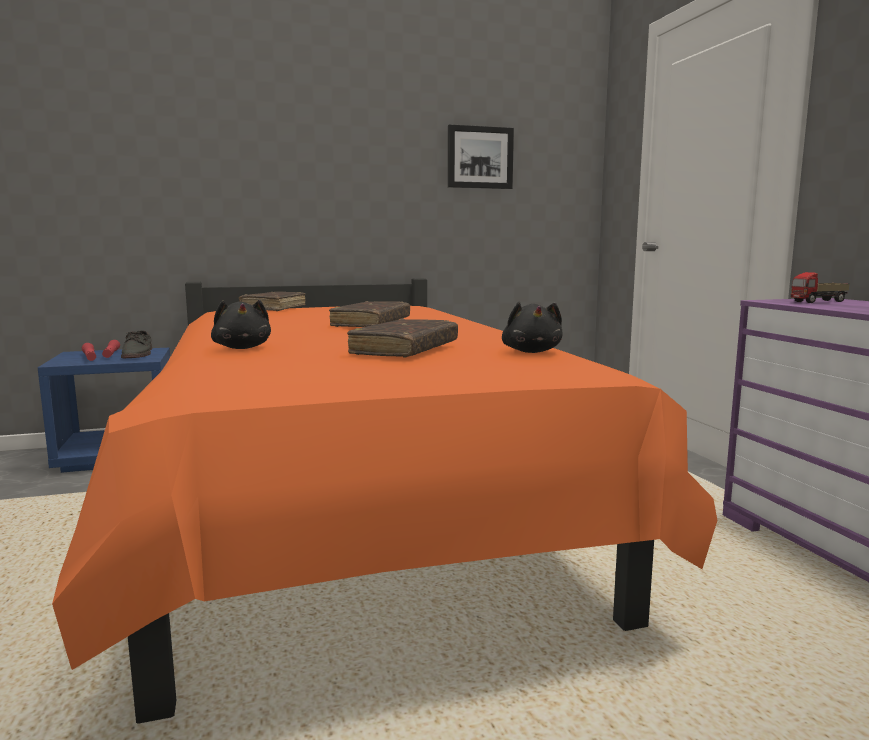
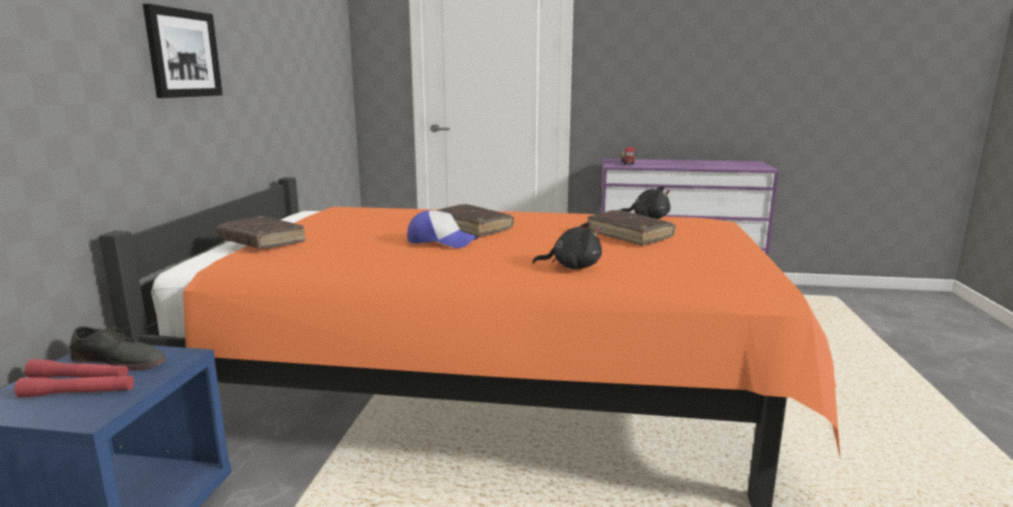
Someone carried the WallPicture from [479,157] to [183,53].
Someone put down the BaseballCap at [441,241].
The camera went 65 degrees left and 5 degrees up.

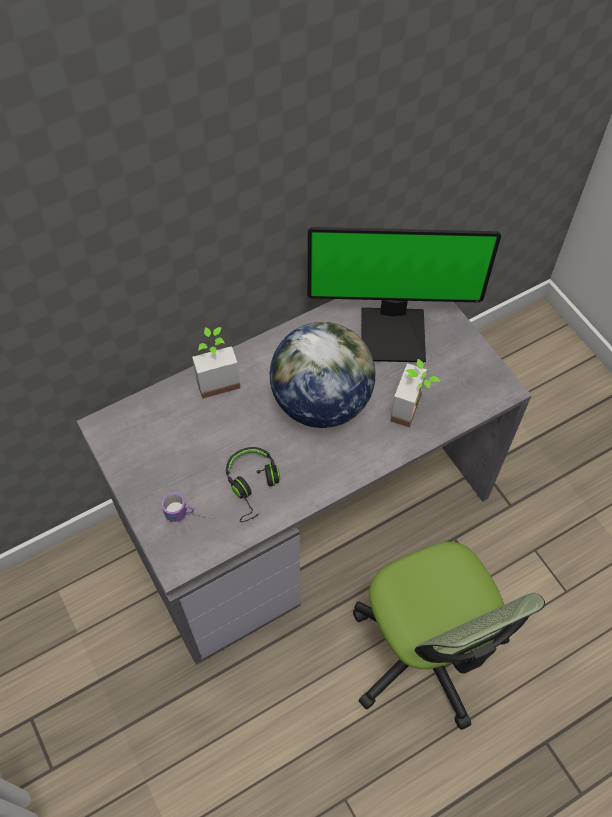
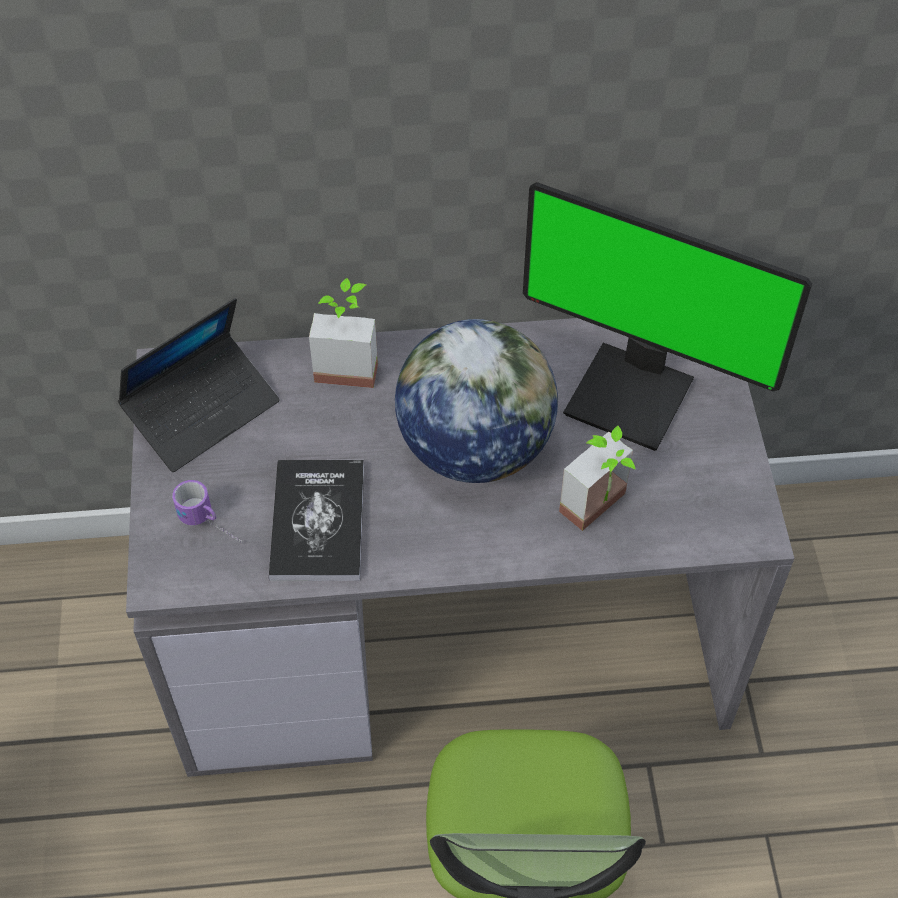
Someone swapped the BlackHeadset at [253,485] for the BoundBook at [318,521].
Someone put down the Laptop at [202,411].
The camera went 25 degrees right and 5 degrees down.

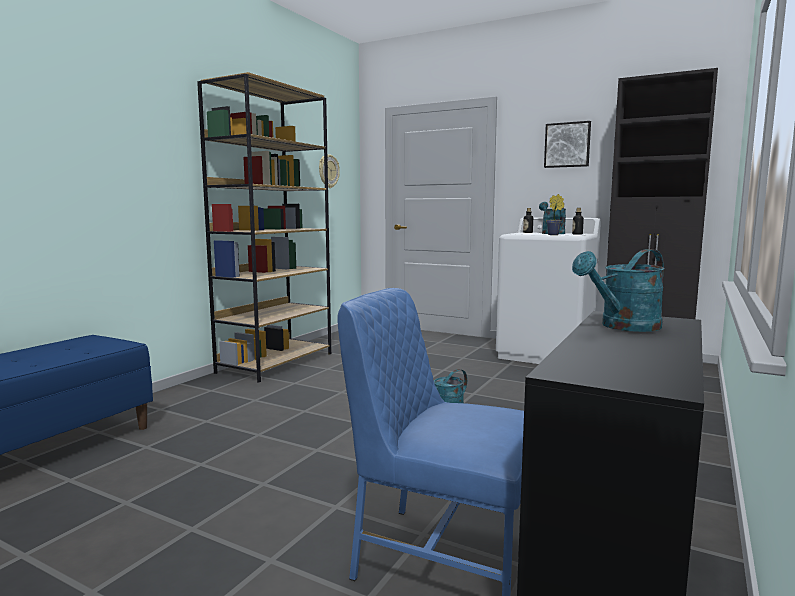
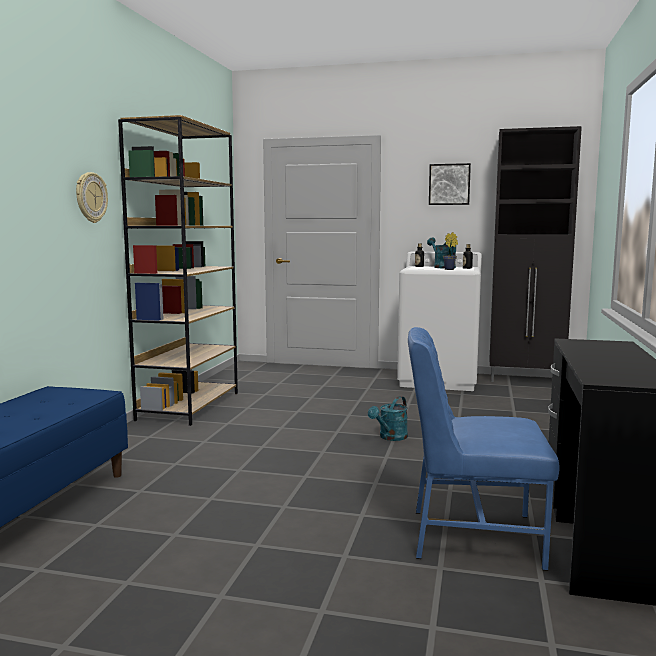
Someone carried the HangingClock from [328,171] to [90,197].
Someone took away the TurquoiseColouredWateringPot at [623,327].
The camera went 15 degrees left and 0 degrees up.

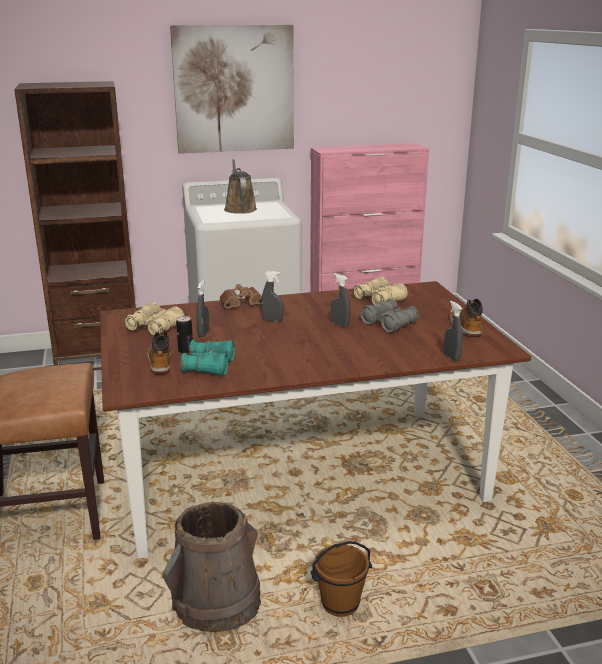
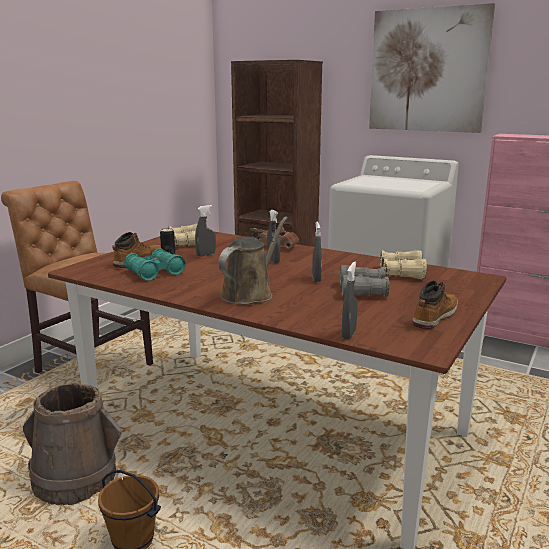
Someone carried the BrownColouredWateringPot from [239,208] to [250,294].
The camera went 45 degrees right and 5 degrees down.

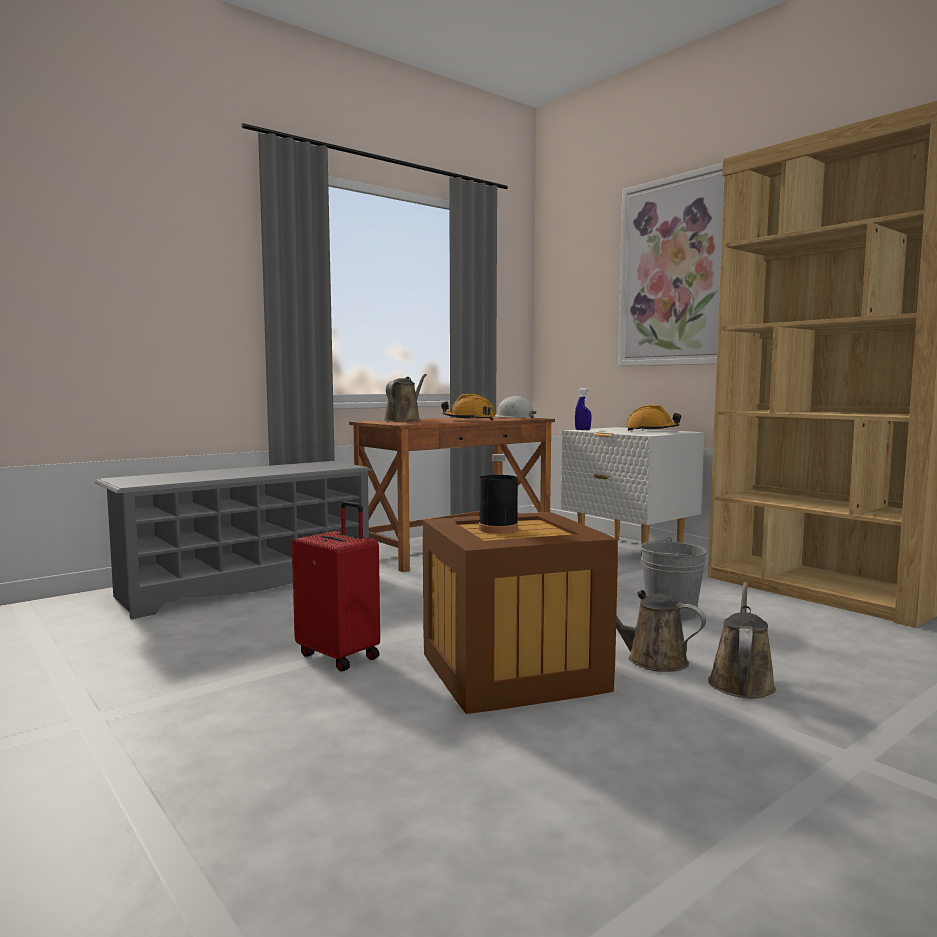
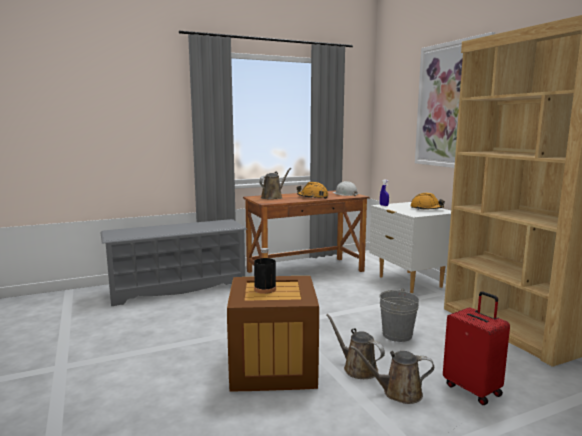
Someone carried the RedColouredTravelCase from [340,655] to [473,389].
Someone rotated the BrownColouredWateringPot at [741,682] by 120 degrees counterclockwise.
The camera went 15 degrees right and 5 degrees up.

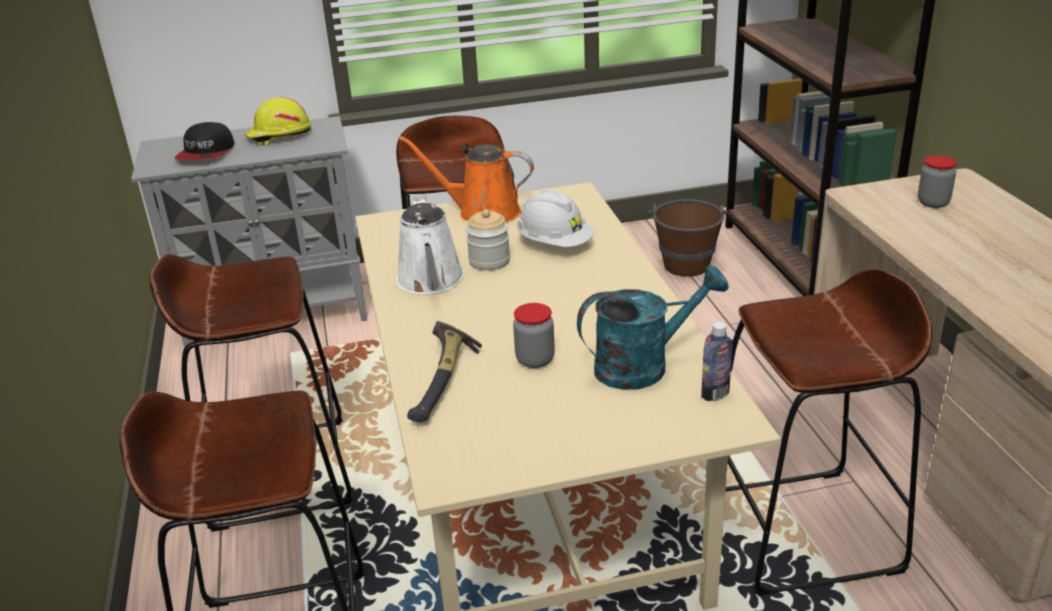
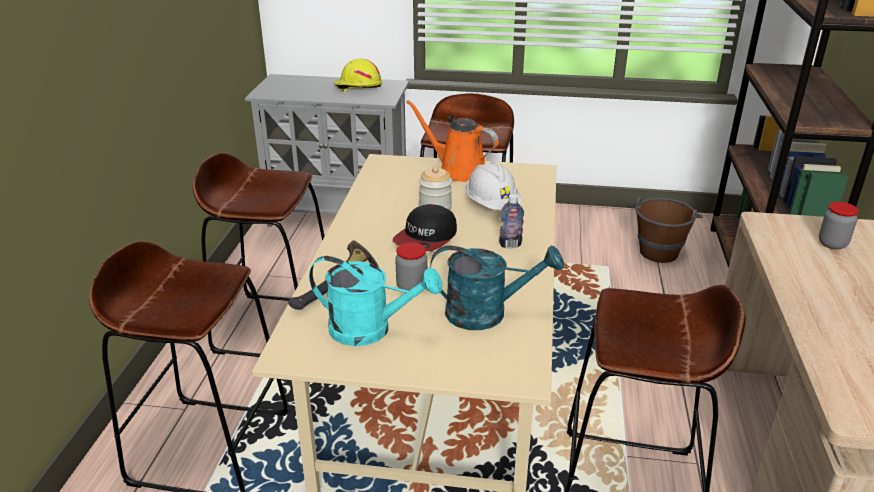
Someone carried the BaseballCap from [207,153] to [426,238].
Someone took away the WhiteWateringPot at [431,281].
Someone carried the Bottle from [715,394] to [510,245].
Someone put down the TurquoiseColouredWateringPot at [371,330].
The camera went 20 degrees right and 0 degrees up.

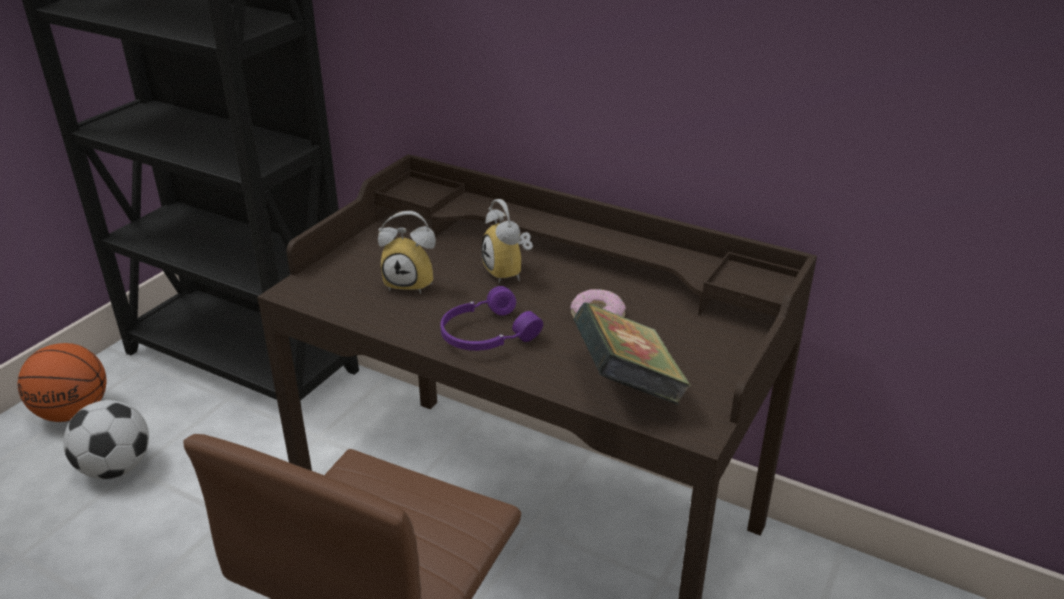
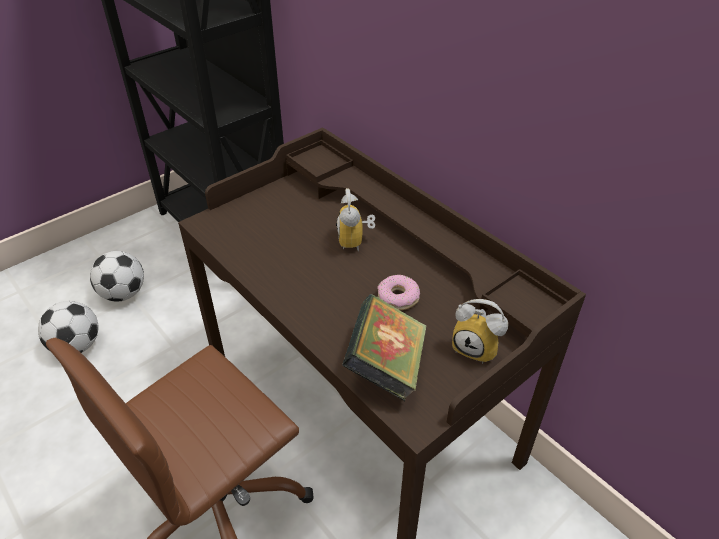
Someone carried the BedsideClock from [412,283] to [477,348].
Someone took away the PurpleHeadset at [486,334].
Someone took away the Basketball at [74,412].
Someone put down the BallForFootball at [77,346].
The camera went 20 degrees right and 10 degrees up.

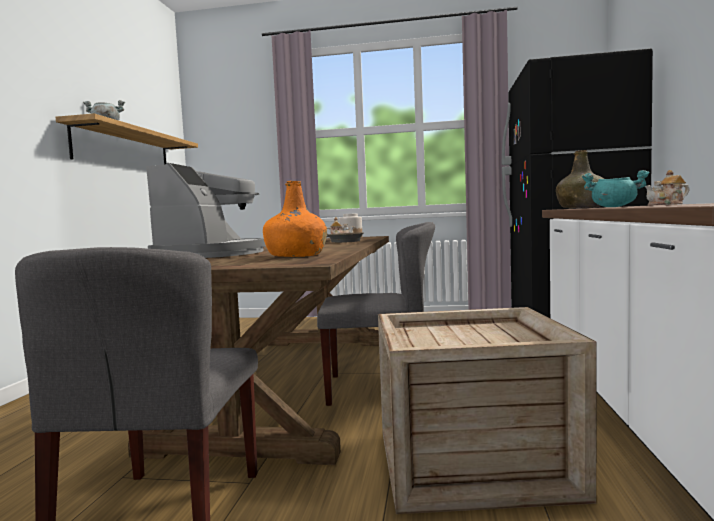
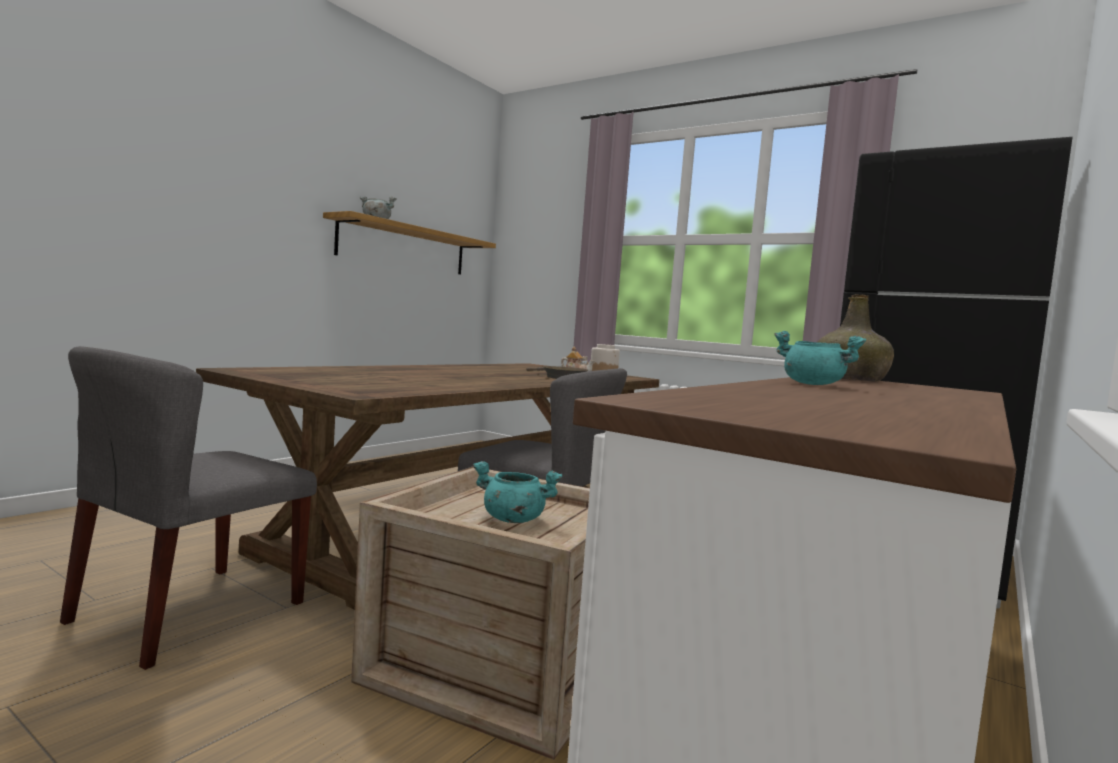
Someone took away the CoffeeMachine at [212,254].
Someone took away the PotForTea at [667,204].
Someone took away the OrangeBottle at [296,255].
Someone put down the TurquoiseColouredSaucepot at [512,519].
The camera went 25 degrees right and 0 degrees up.

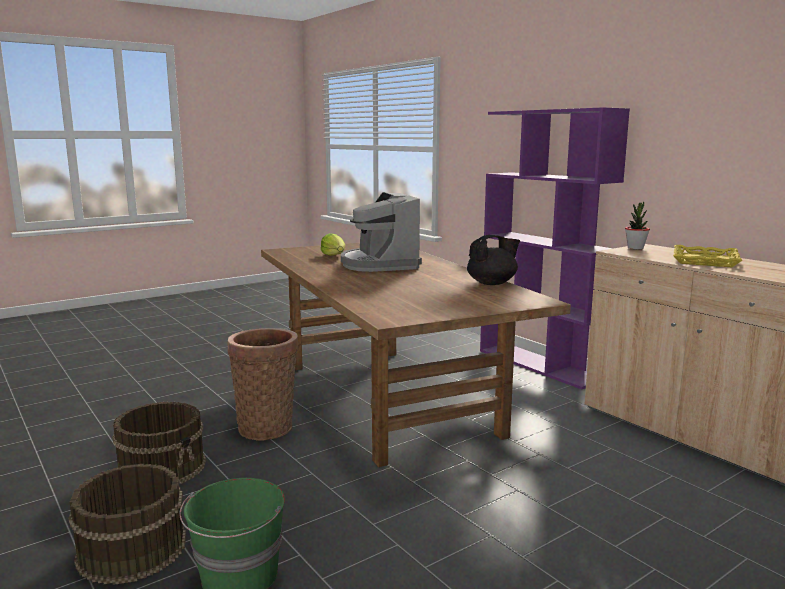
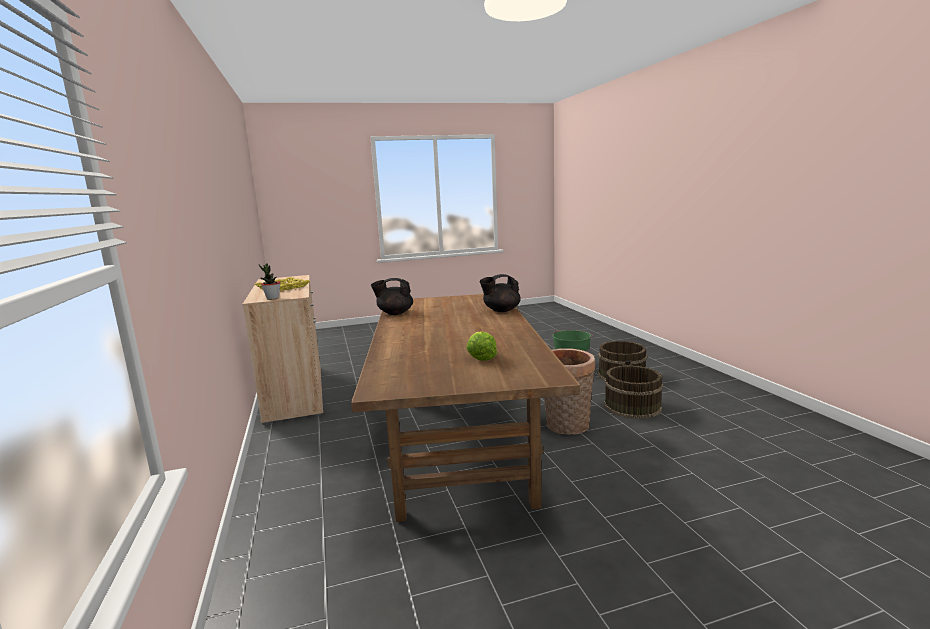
Someone took away the PurpleBookcase at [540,365].
Someone took away the CoffeeMachine at [379,264].
Someone put down the BlackPotForTea at [501,310].
The camera went 160 degrees left and 0 degrees up.

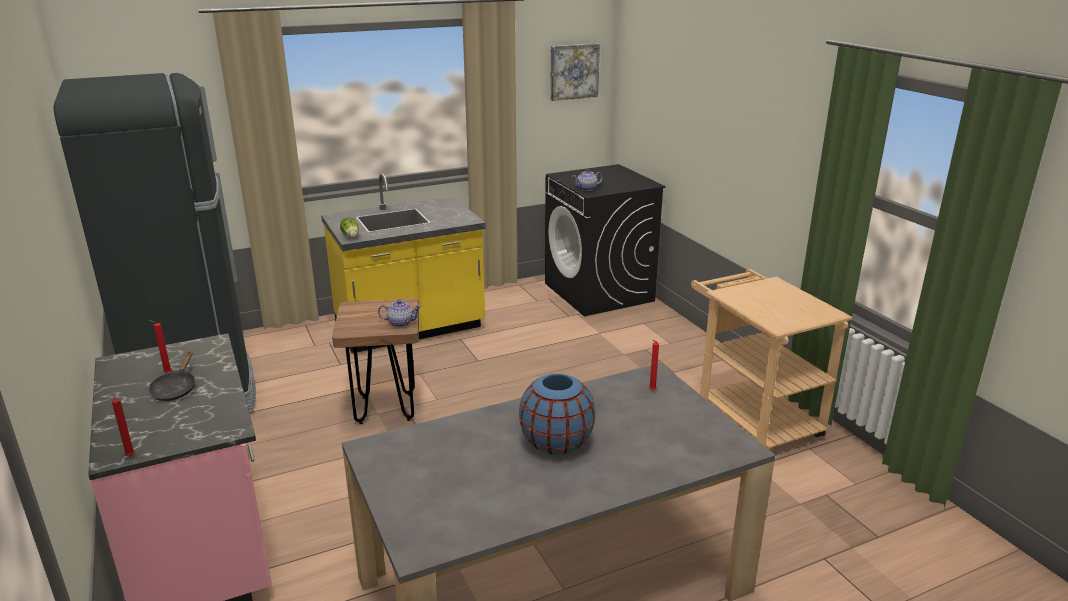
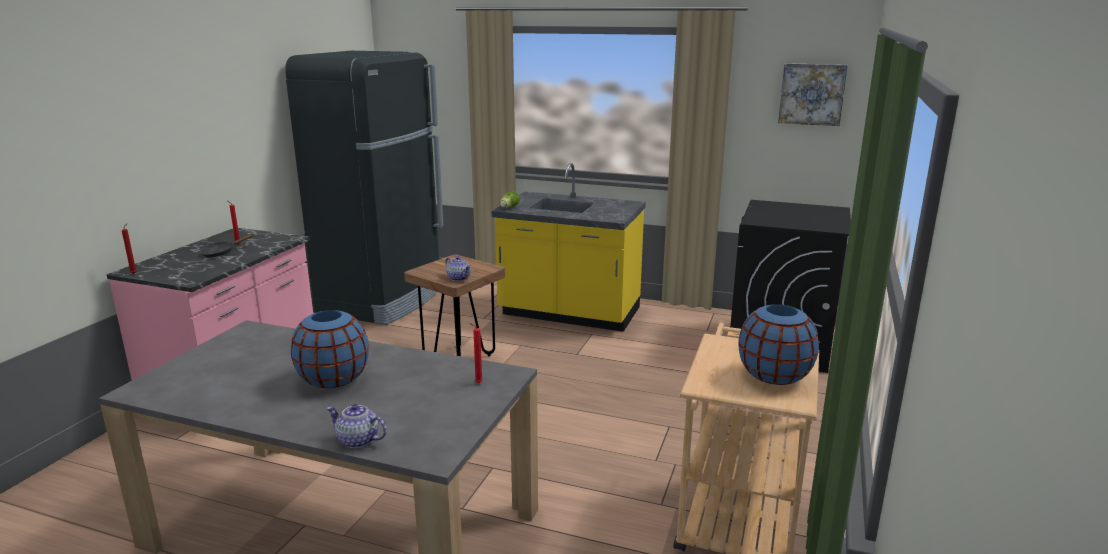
Someone carried the PotForTea from [587,189] to [358,441].
Someone put down the BlueVase at [774,376].
The camera went 45 degrees right and 5 degrees down.

